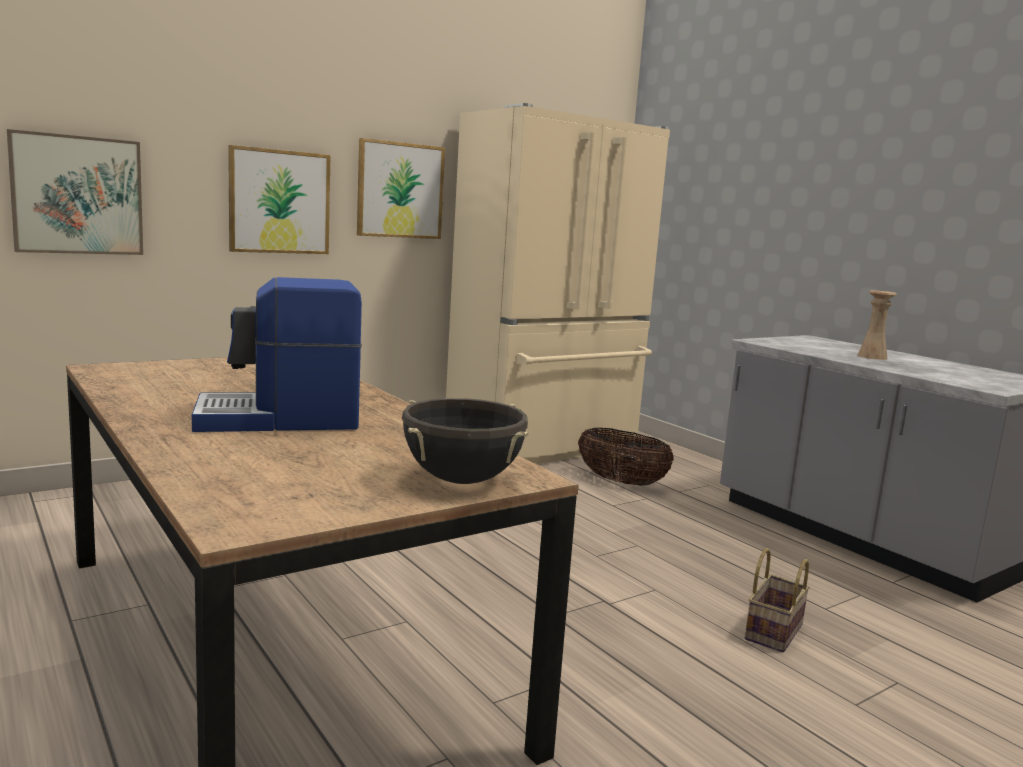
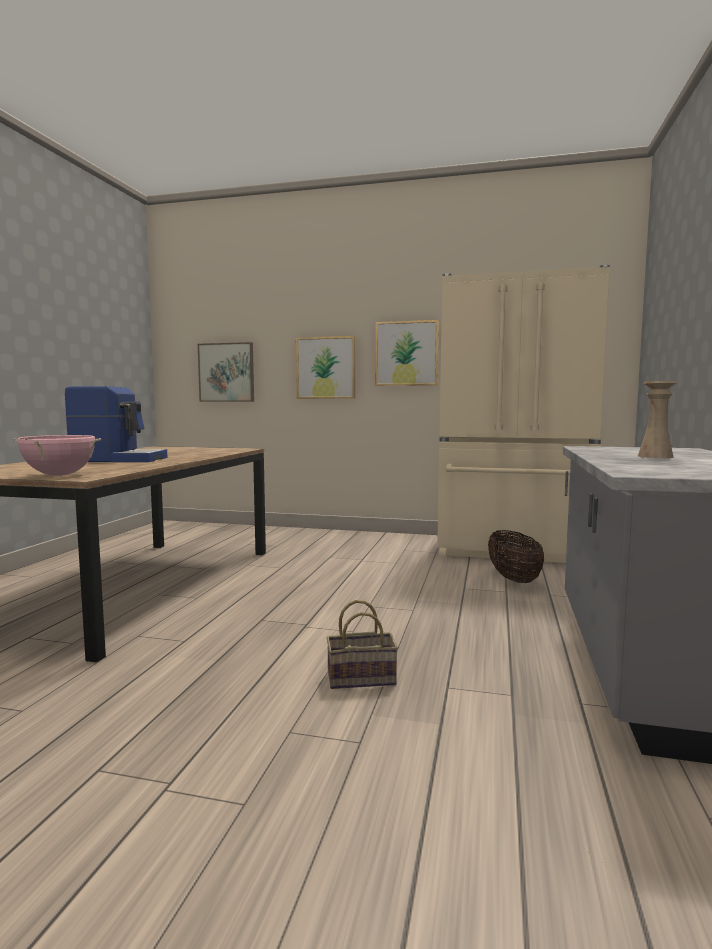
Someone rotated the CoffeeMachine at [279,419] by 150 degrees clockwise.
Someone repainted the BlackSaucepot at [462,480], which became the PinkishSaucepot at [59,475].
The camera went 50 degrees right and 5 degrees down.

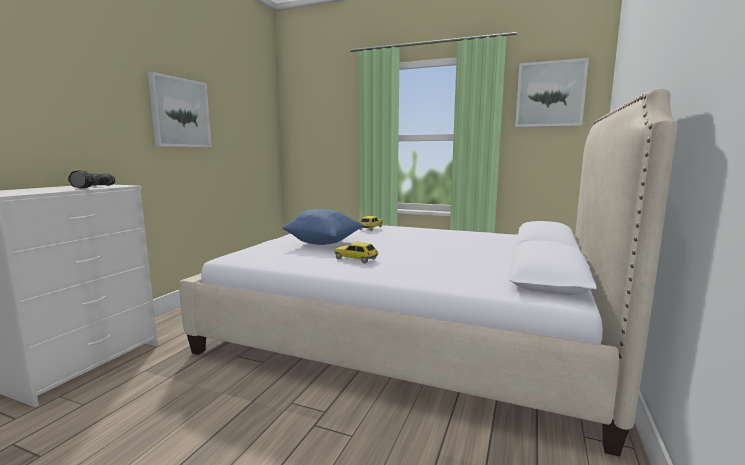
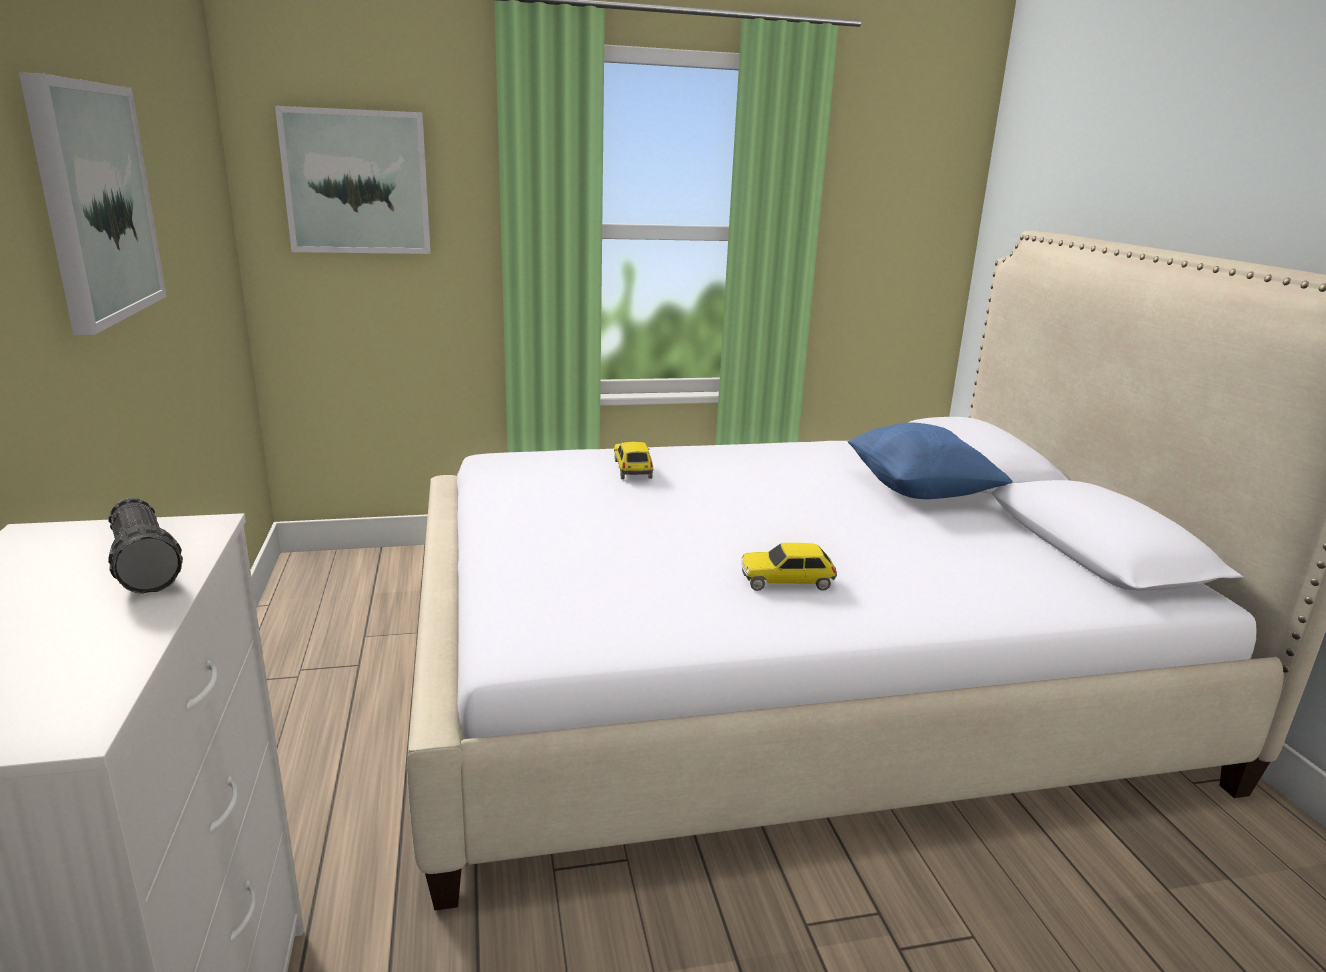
Someone carried the WallPicture from [550,94] to [357,182].
Someone carried the BluePillow from [324,243] to [919,491].
The camera went 35 degrees left and 10 degrees up.

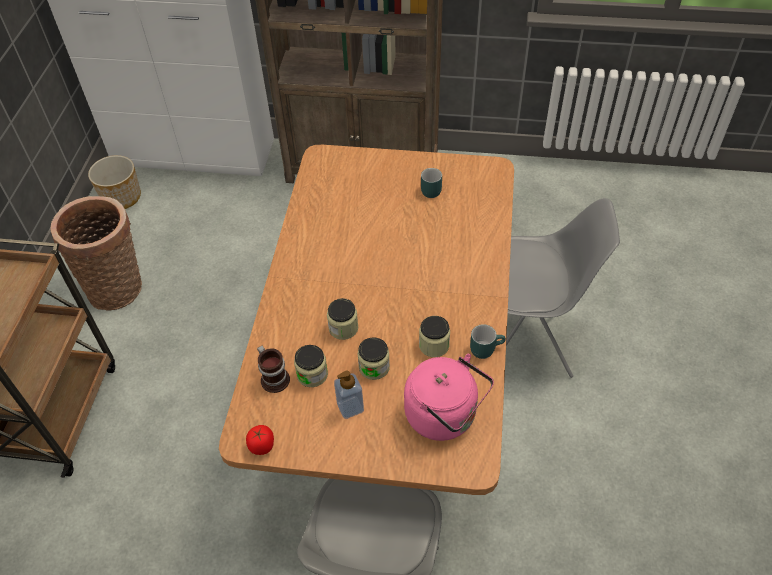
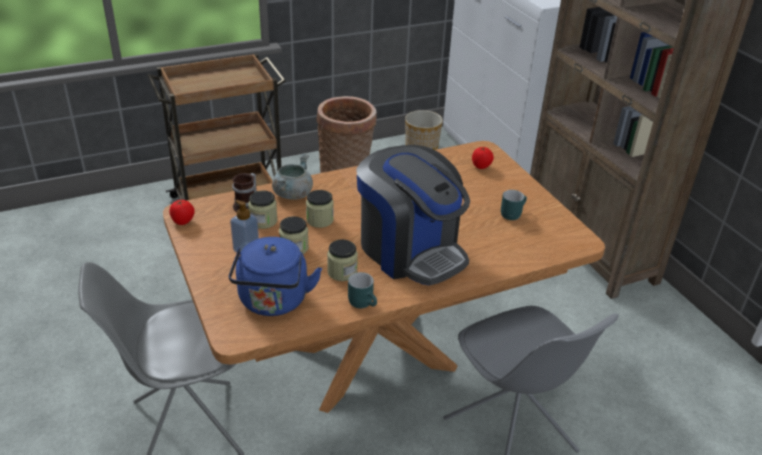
Someone repainted the PinkishTeaKettle at [445,416], which became the BlueTeaKettle at [273,302].
Someone put down the CoffeeMachine at [410,250].
Someone put down the FreshTomato at [481,166].
Someone put down the GreyishSaucepot at [292,193].
The camera went 55 degrees right and 15 degrees down.

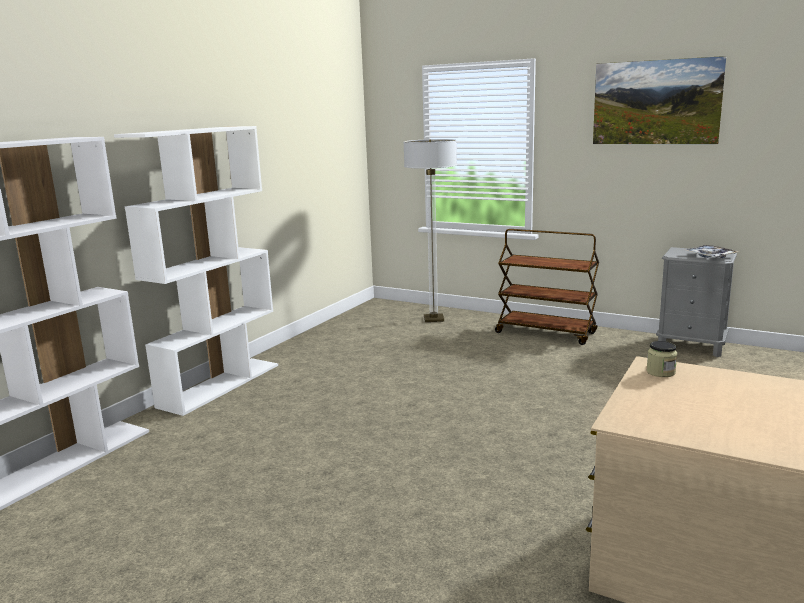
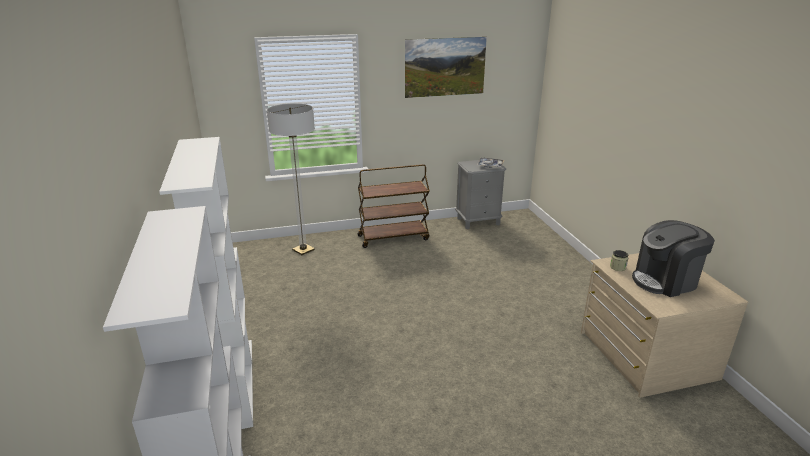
Someone put down the CoffeeMachine at [665,281].
The camera went 45 degrees left and 10 degrees up.

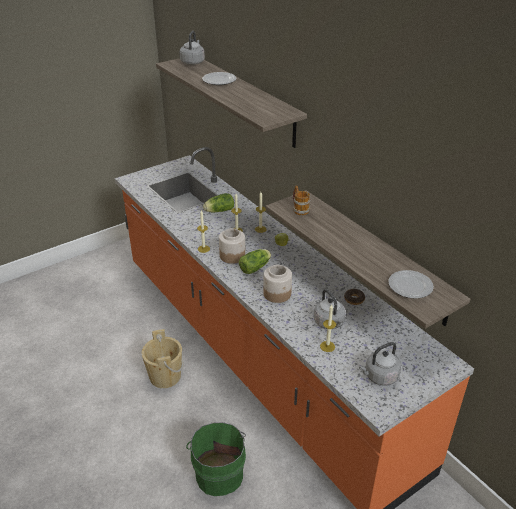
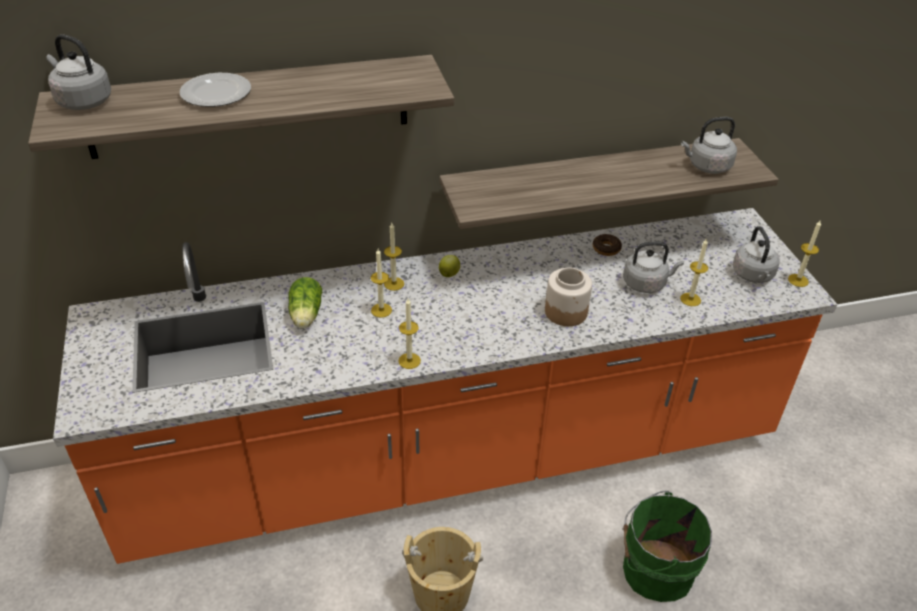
Someone took away the TeaMug at [299,209].
Someone took away the StorageJar at [232,255].
Someone took away the LettuceHead at [256,267].
Someone swapped the DinnerPlate at [409,286] for the GreyishTeaKettle at [707,166].
Someone put down the WaxLight at [798,280].
The camera went 70 degrees left and 5 degrees up.

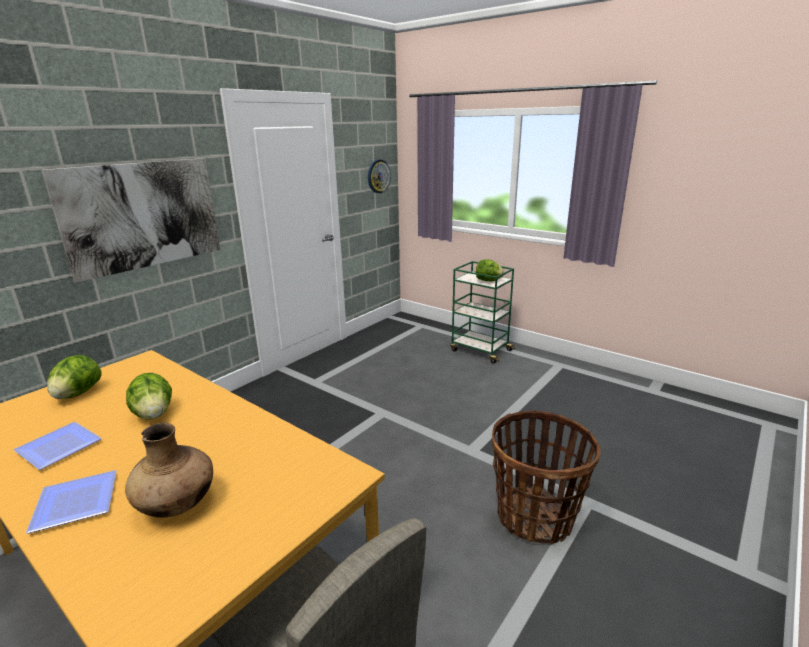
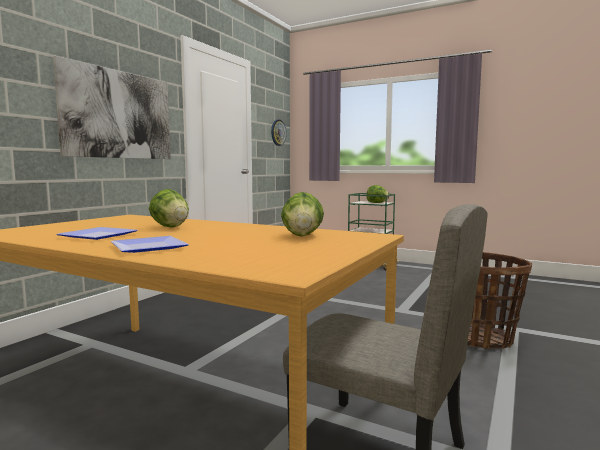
Someone carried the LettuceHead from [78,394] to [302,236].
Someone took away the BrownColouredVase at [177,504].
The camera went 10 degrees left and 15 degrees down.

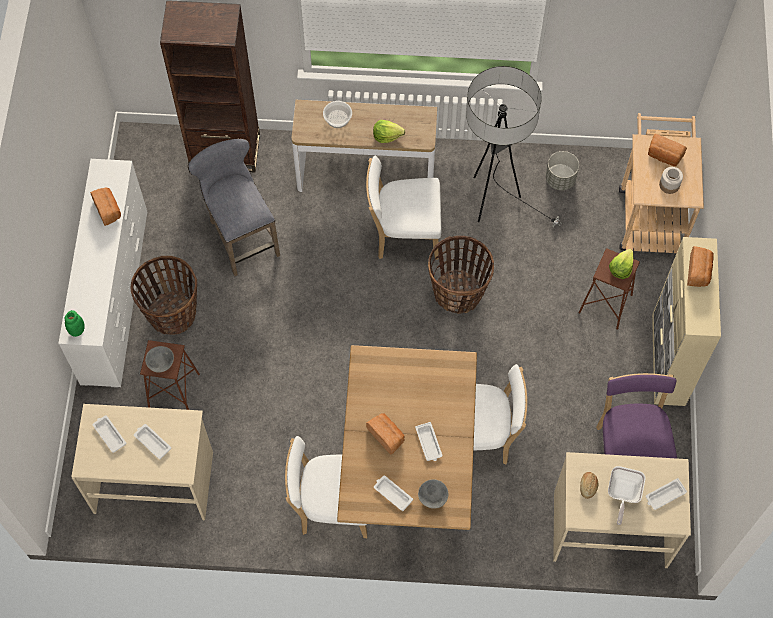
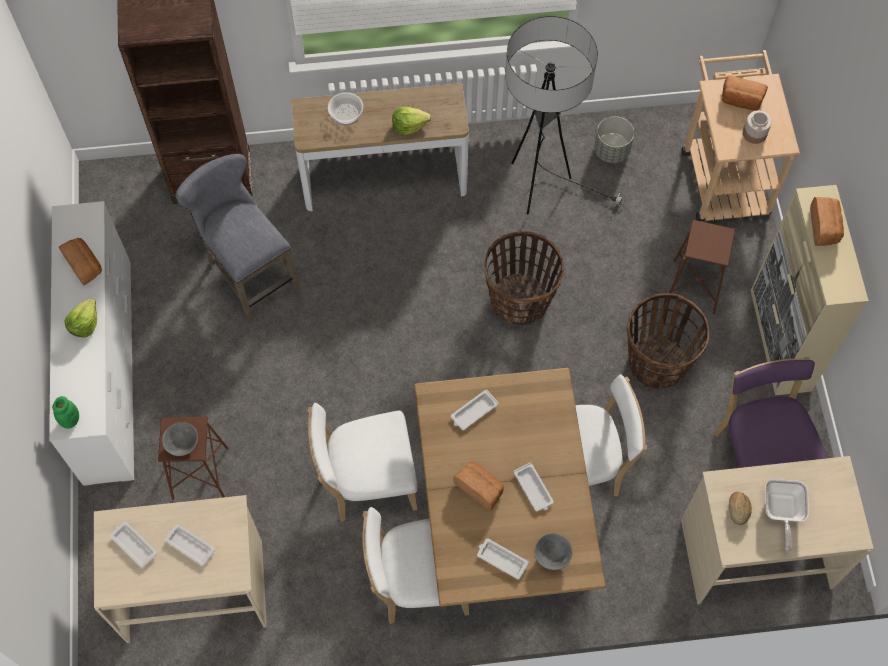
Someone carried the WhiteChair from [403,234] to [367,482].
Someone carried the LettuceHead from [621,268] to [84,324].
Someone carried the StorageBasket from [172,313] to [656,362].
Someone carried the WhiteServingTray from [664,495] to [473,412].
The camera went 10 degrees left and 0 degrees up.

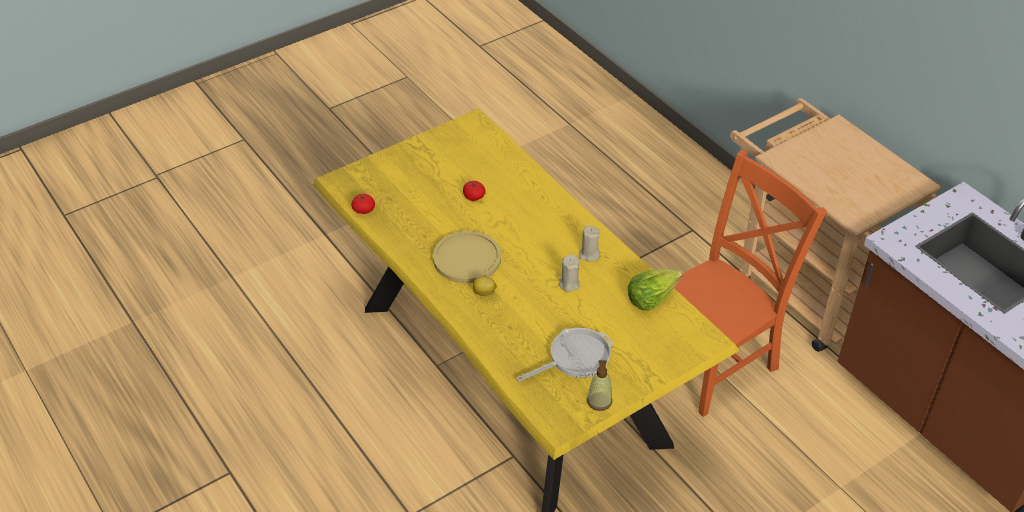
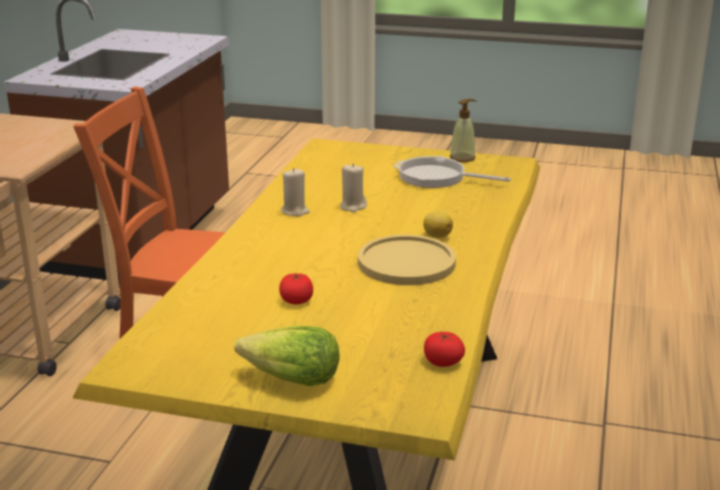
Someone carried the LettuceHead from [651,297] to [291,379].
The camera went 130 degrees left and 20 degrees down.

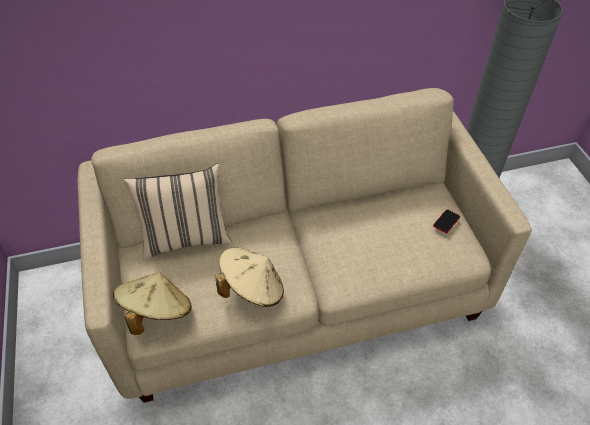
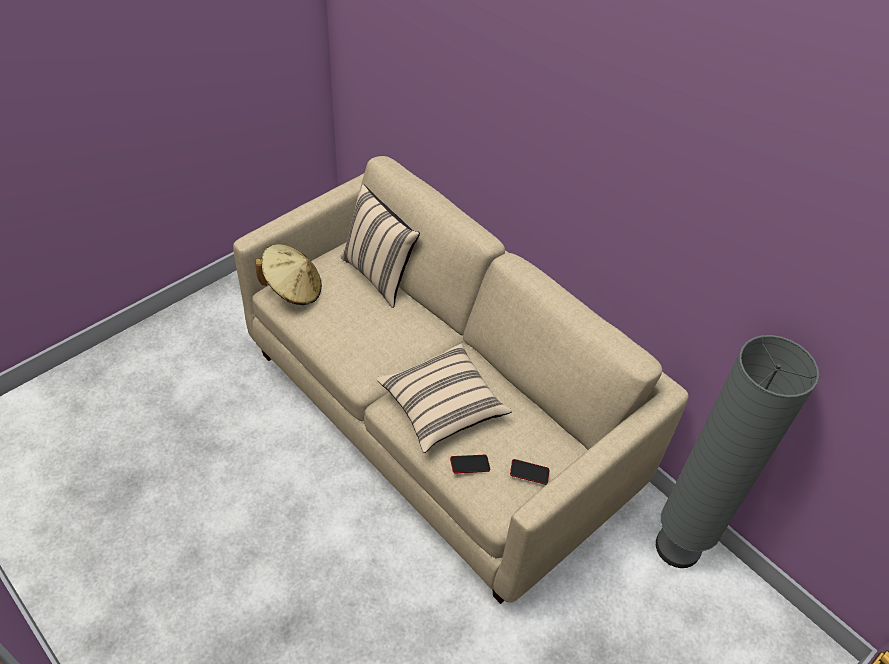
Someone took away the SandColouredWearableHat at [252,289].
Someone put down the SandColouredPillow at [442,407].
Someone put down the Telephone at [470,465].
The camera went 60 degrees right and 0 degrees up.

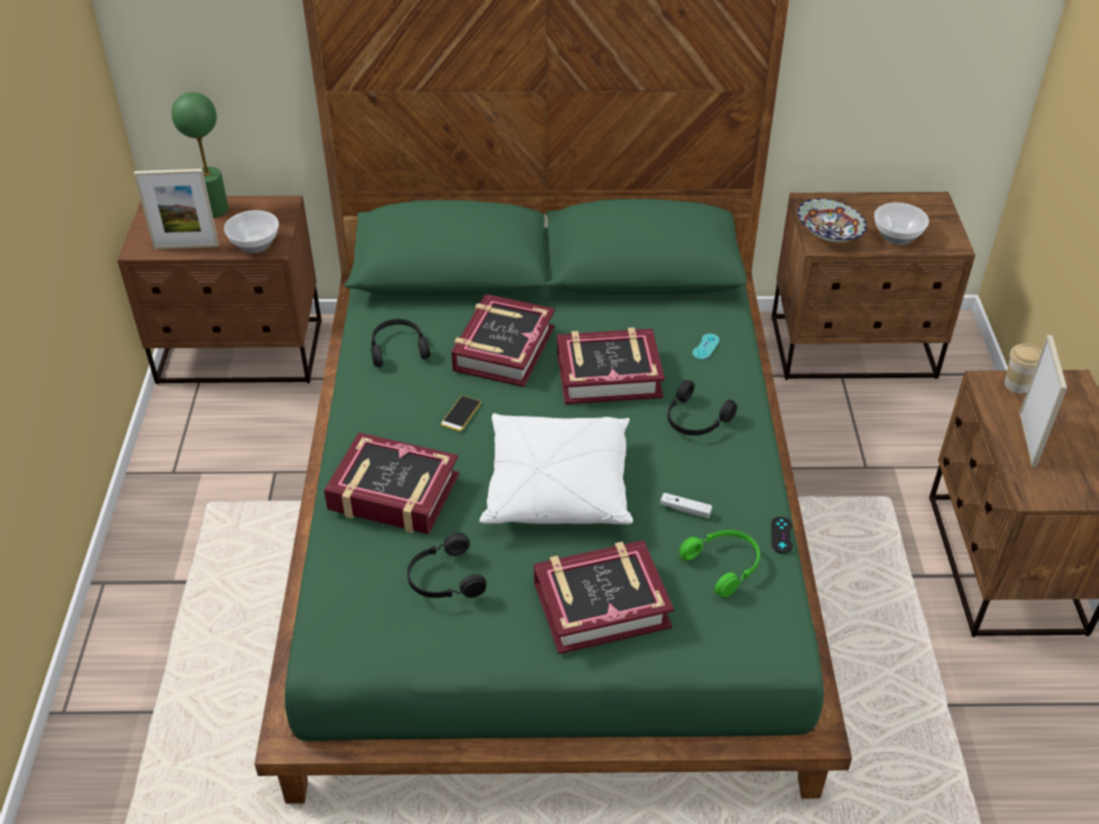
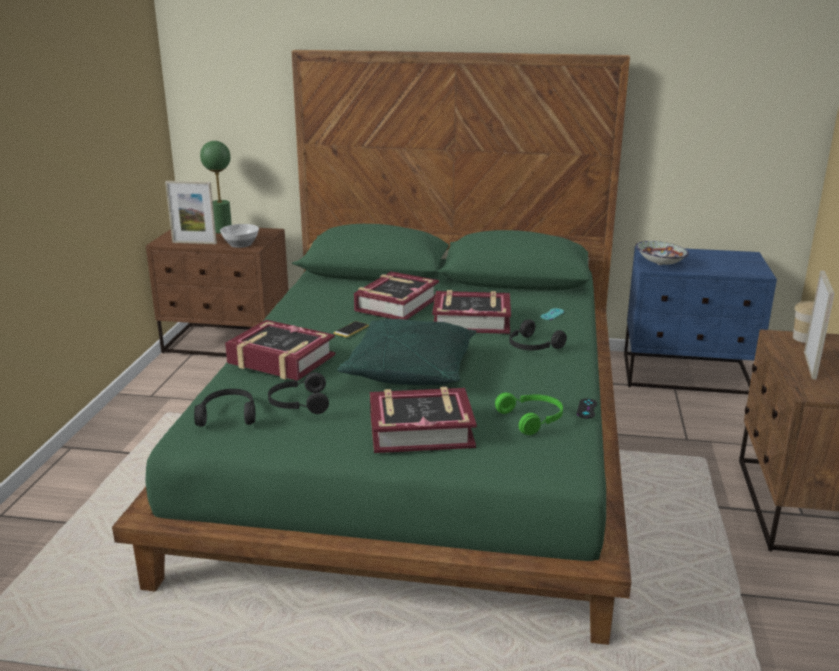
Someone repainted the BrownColouredBedsideTable at [853,349], which became the BlueBedsideTable at [687,375].
Someone took away the ServingBowl at [897,235].
Someone carried the BlackHeadset from [398,348] to [228,415].
Someone repainted the WhitePillow at [557,487], which became the GreenishPillow at [410,370].
Someone took away the WhiteGamepad at [685,509].
The camera went 10 degrees right and 20 degrees down.

